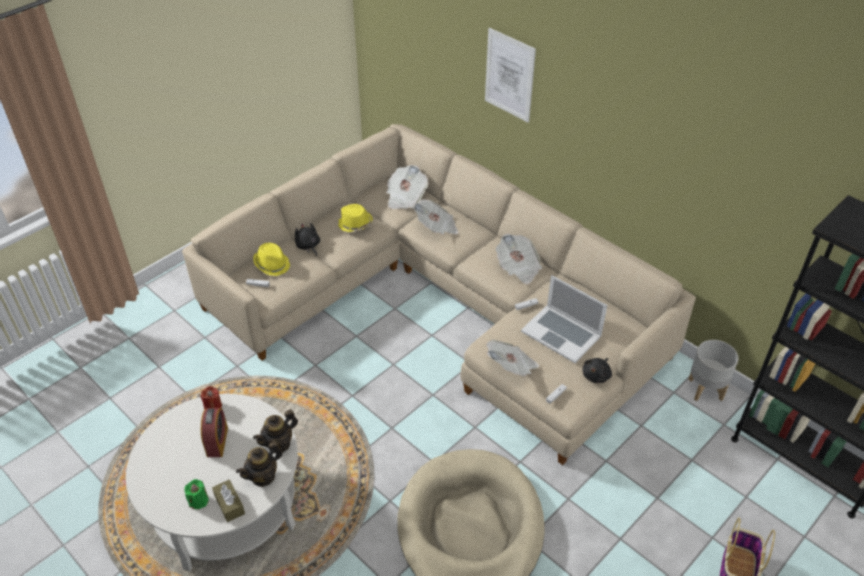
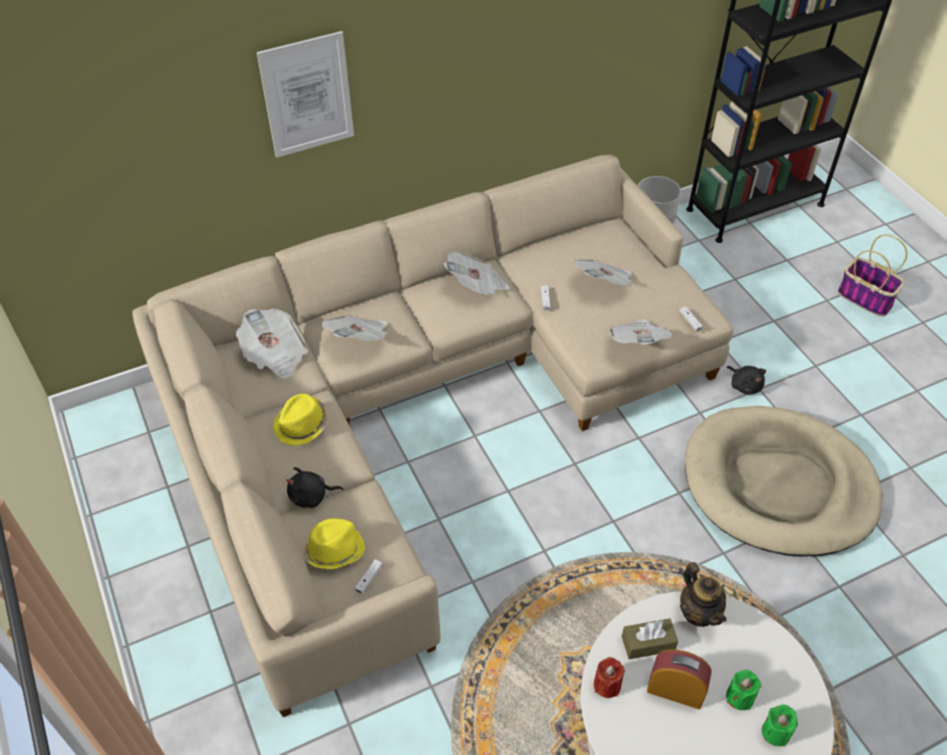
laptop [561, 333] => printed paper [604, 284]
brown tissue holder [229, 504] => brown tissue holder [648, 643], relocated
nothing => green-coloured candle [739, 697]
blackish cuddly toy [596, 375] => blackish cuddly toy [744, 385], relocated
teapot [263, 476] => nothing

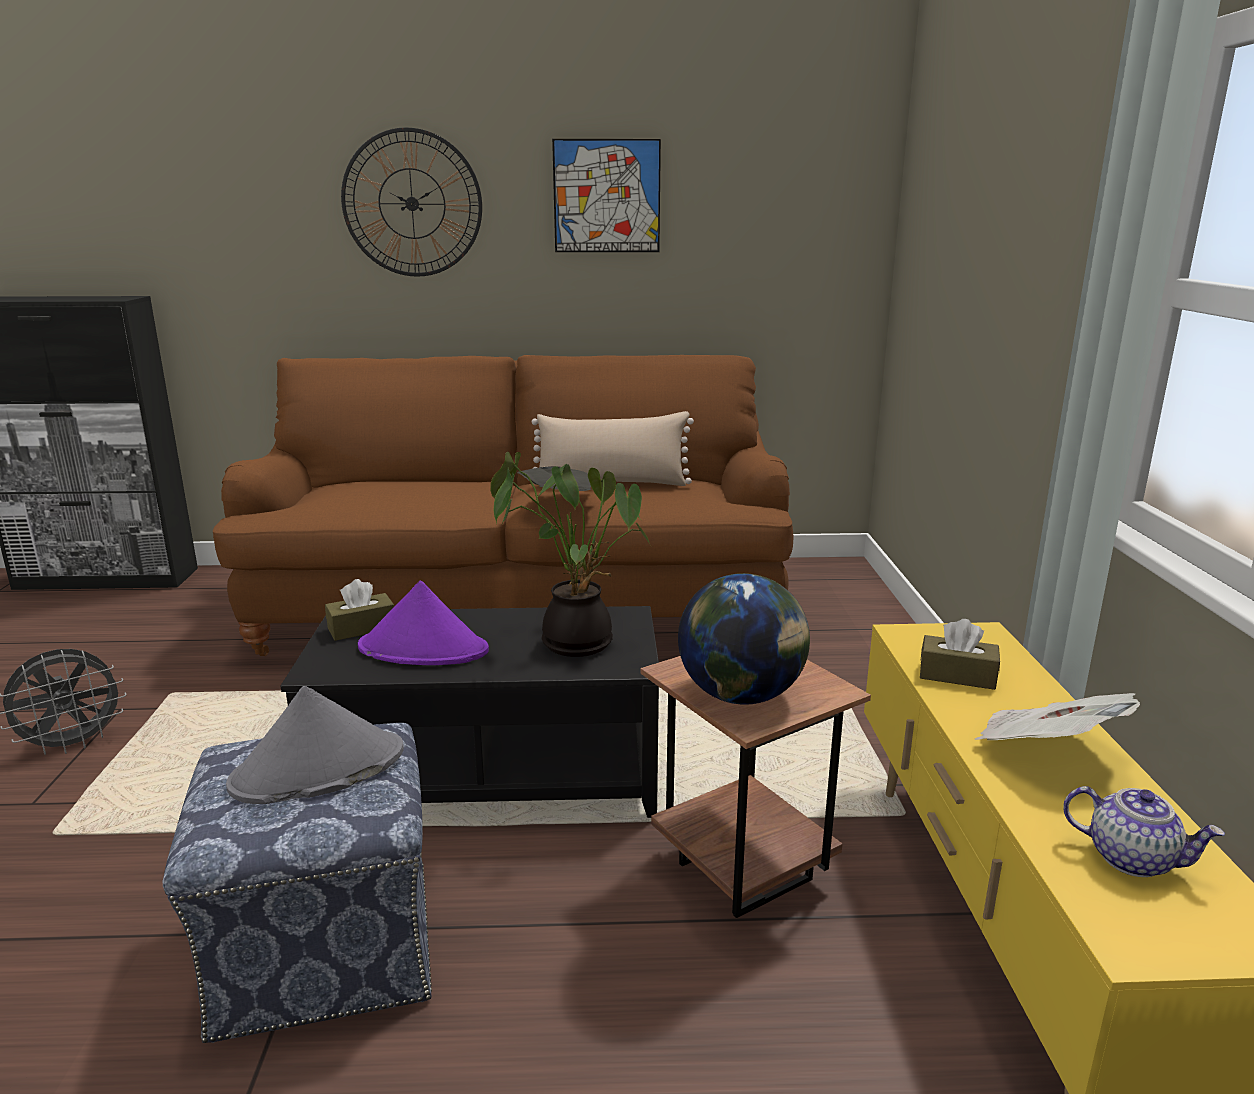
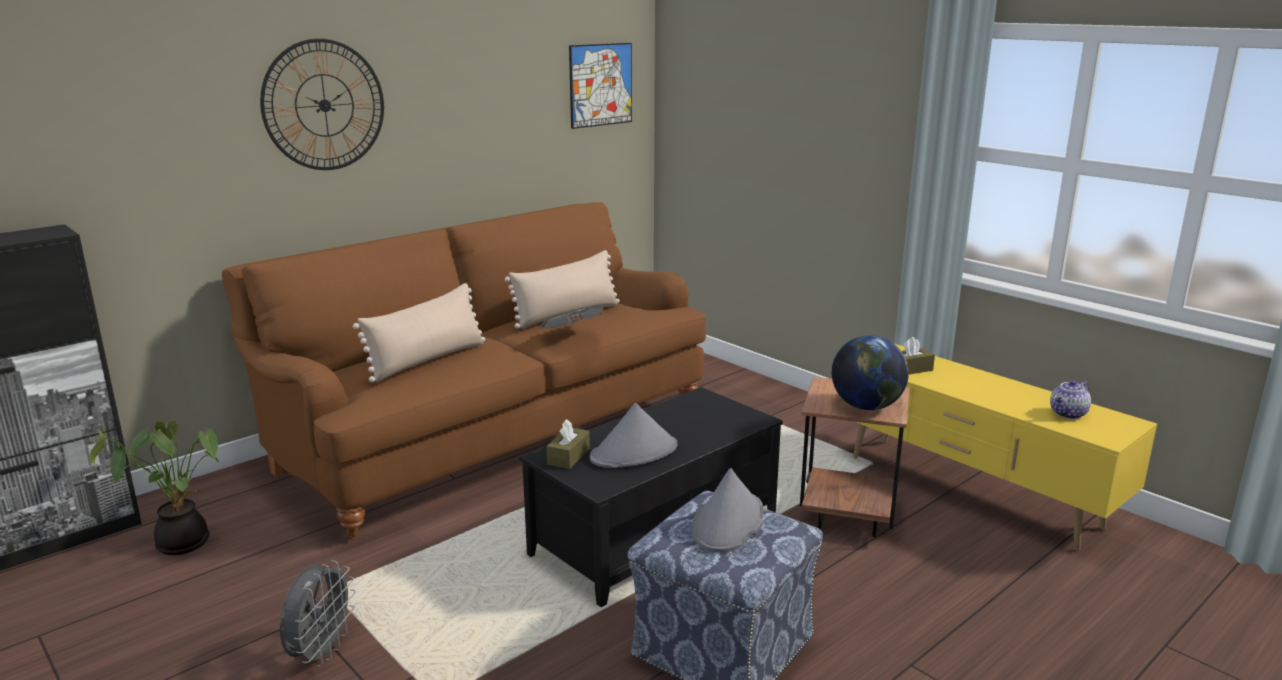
houseplant [577, 640] => houseplant [181, 541], relocated
nothing => beige pillow [427, 360]
wall picture [606, 196] => wall picture [601, 85], relocated
purple-coloured hat [424, 649] => greyish hat [634, 452]
teapot [1132, 858] => teapot [1068, 414], 150 degrees clockwise
printed paper [1045, 750] => nothing

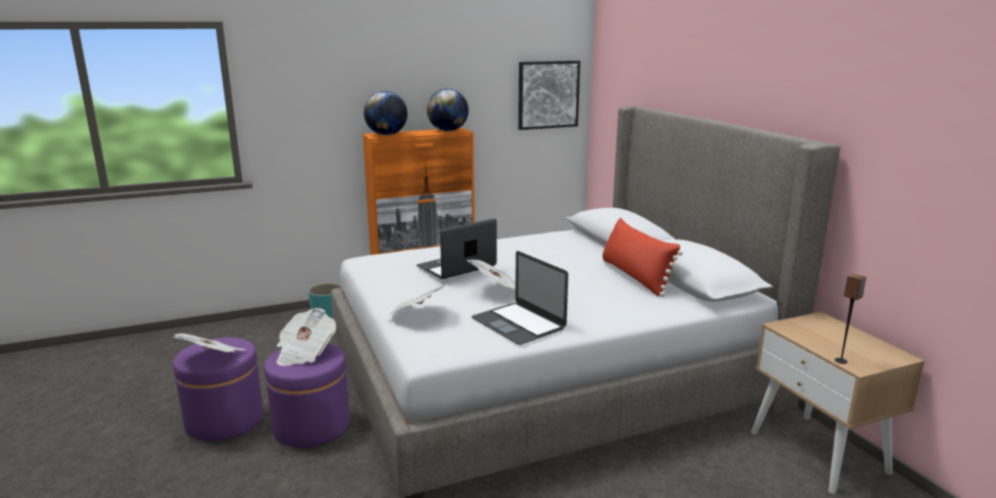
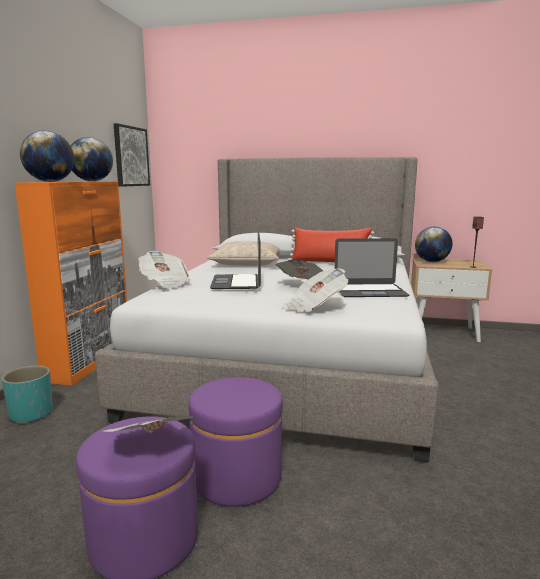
printed paper [305, 353] => printed paper [165, 283], relocated
nothing => beige pillow [246, 263]
nothing => globe [432, 261]

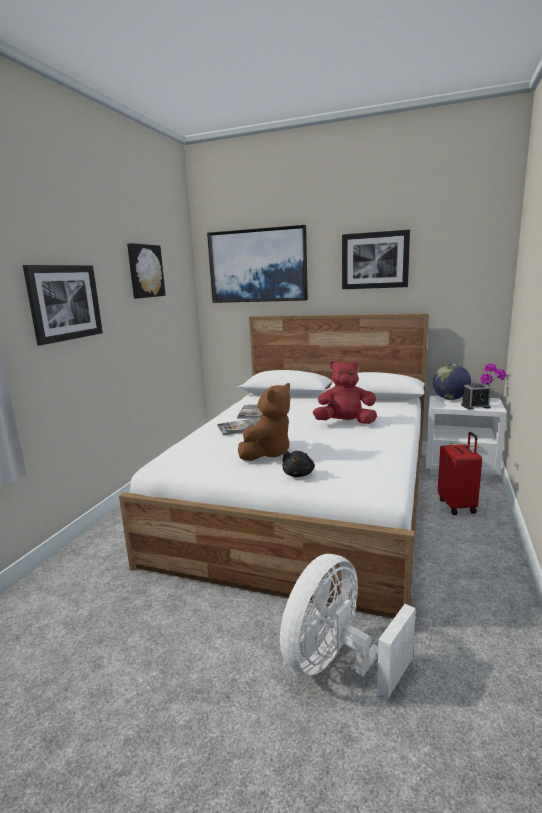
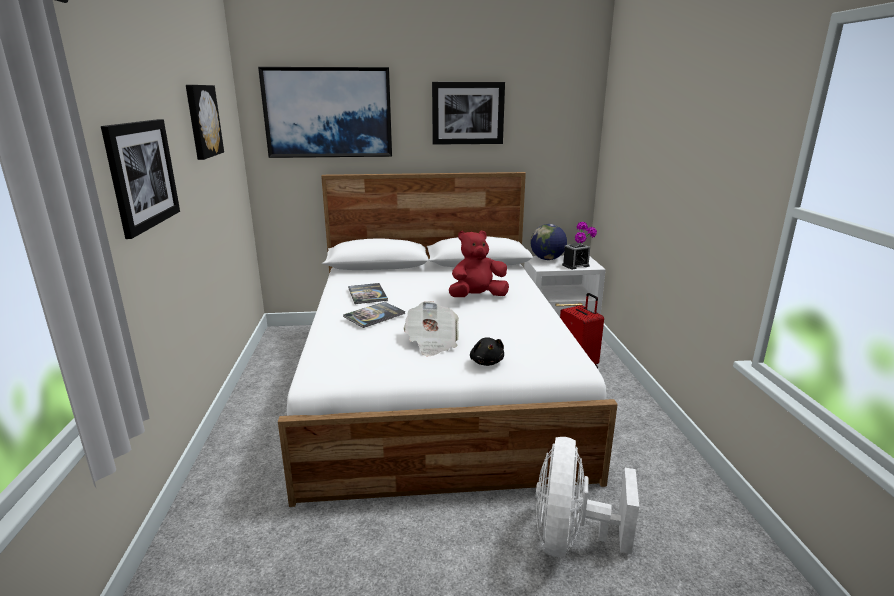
brown cuddly toy [268, 453] => printed paper [432, 343]

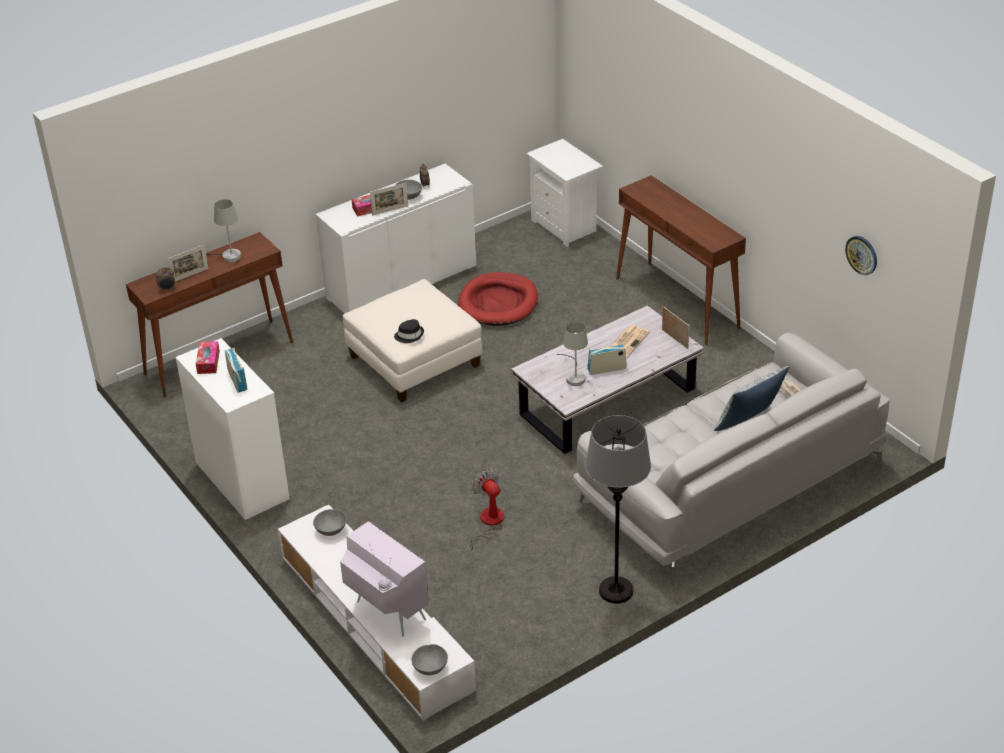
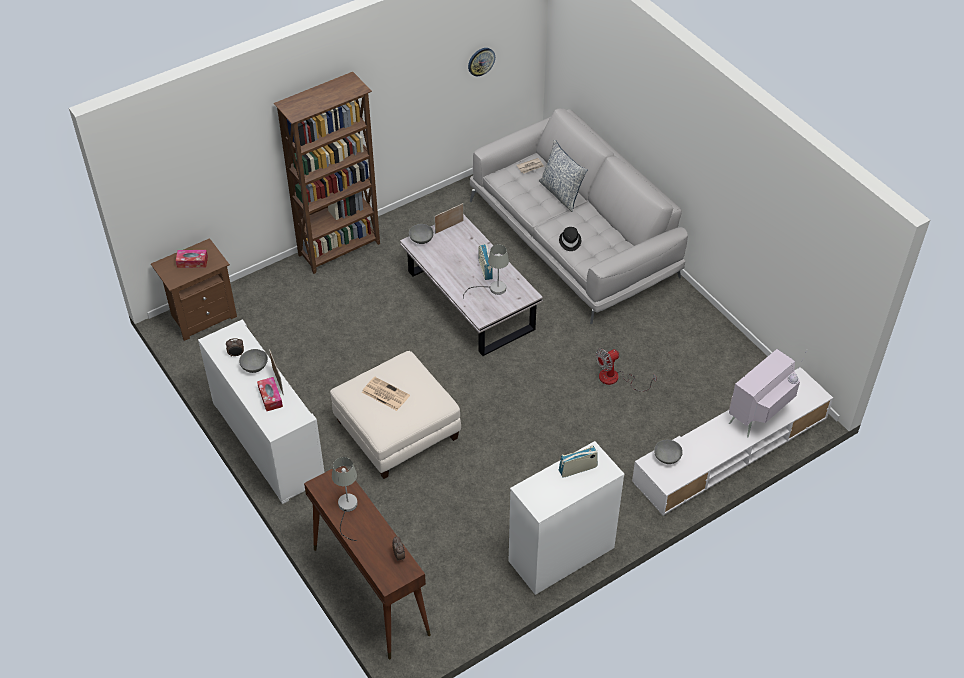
white-coloured nightstand [565, 226] => brown nightstand [202, 316]
tissue holder [208, 362] => tissue holder [192, 262], relocated
brown narrow table [677, 303] => brown shelving unit [340, 249]
printed paper [627, 341] => printed paper [385, 394], relocated
greyish deep dish [430, 668] => greyish deep dish [421, 239], relocated
blackish hat [409, 335] => blackish hat [569, 241], relocated
photo frame [190, 275] => nothing
red dog bed [498, 303] => nothing
greyish floor lamp [616, 591] => nothing

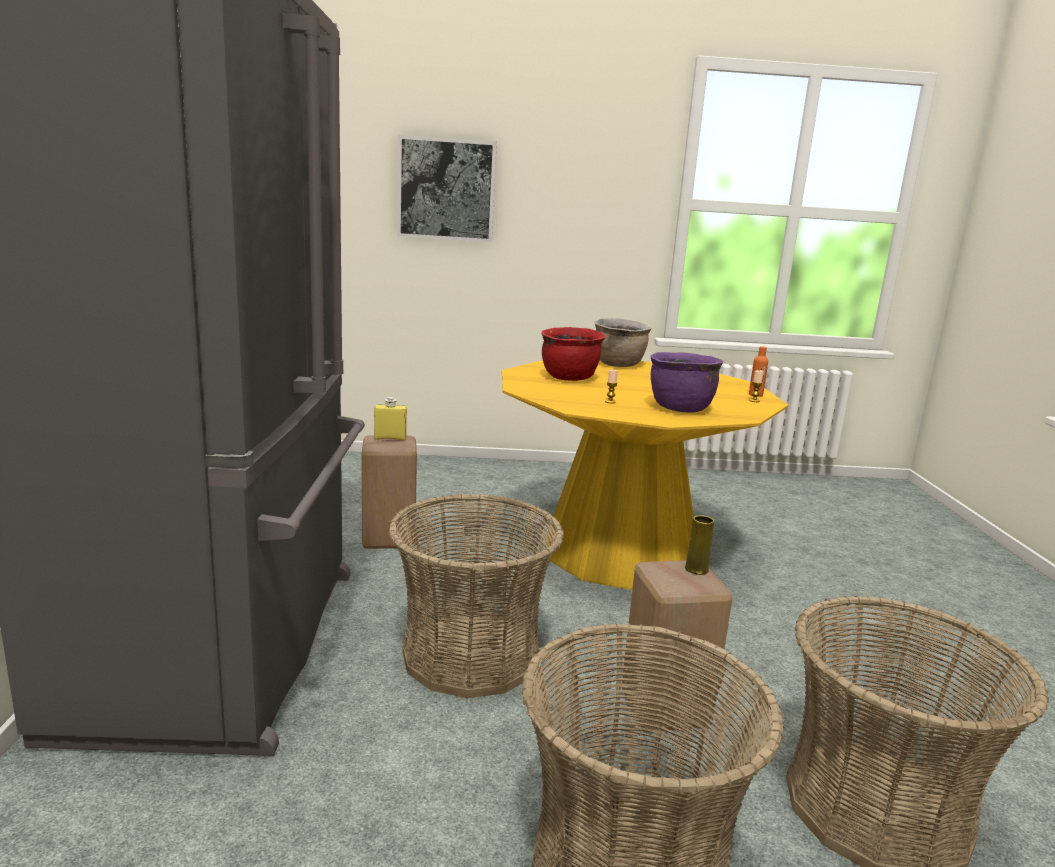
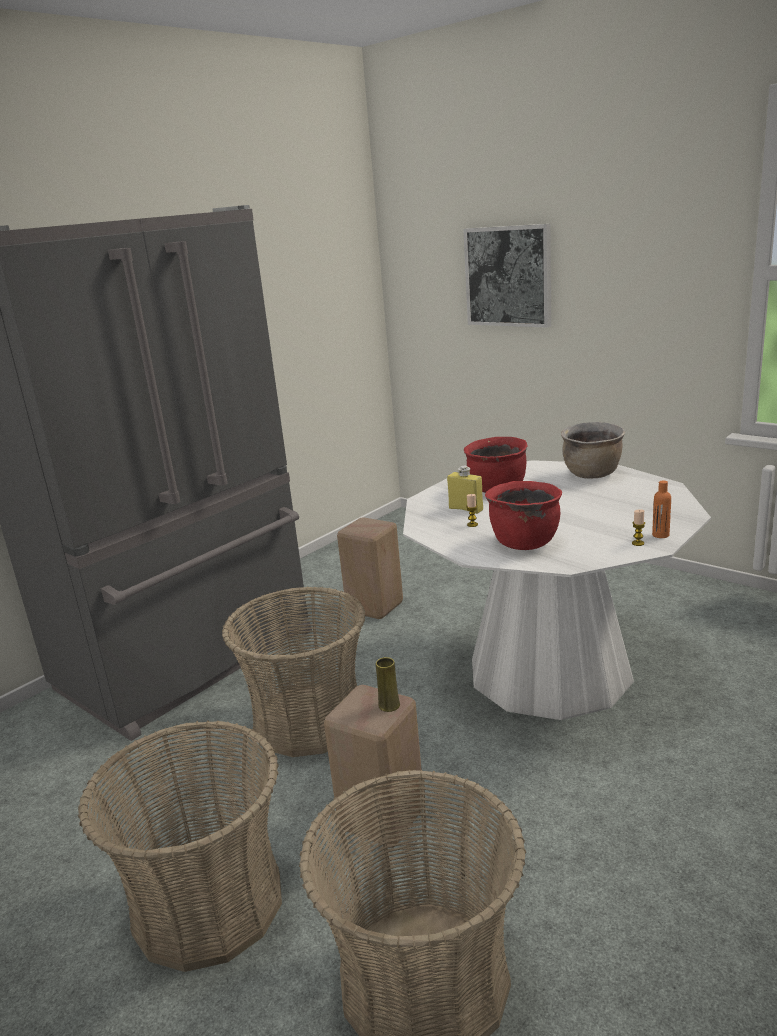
yellowish dining table [621, 552] => white-coloured dining table [550, 670]
yellowish drink bottle [390, 438] => yellowish drink bottle [466, 509], relocated
purple-coloured saucepot [679, 408] => red saucepot [524, 542]

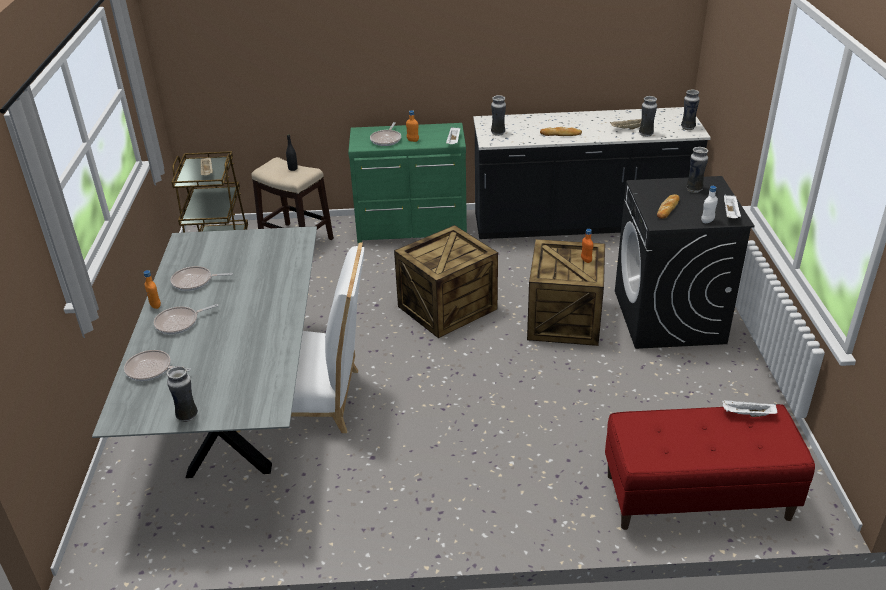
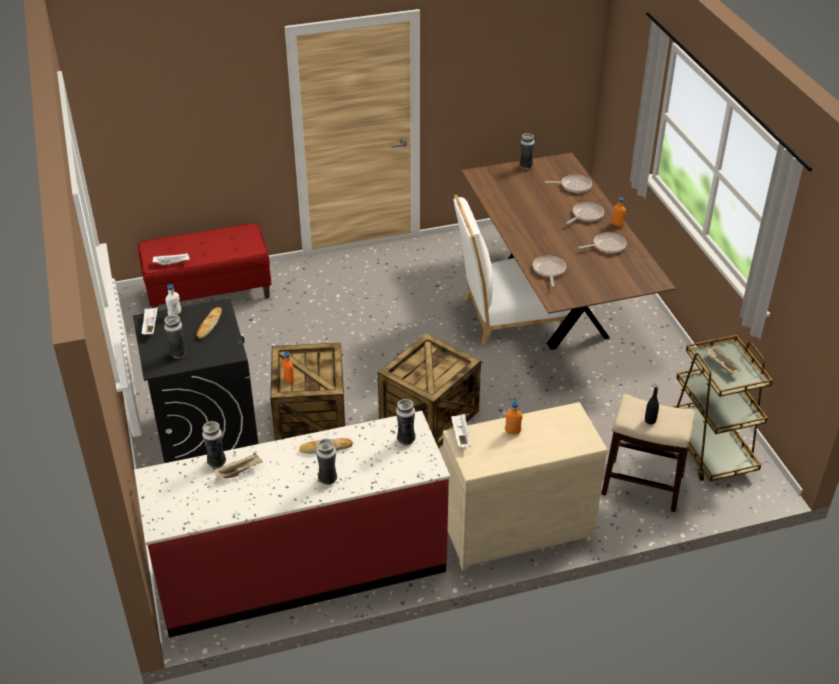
blackish counter [581, 224] => red counter [301, 569]
decorative vase [687, 127] => decorative vase [328, 480], relocated
green-coloured chest of drawers [412, 228] => beige chest of drawers [514, 527]
greyish dining table [241, 410] => brown dining table [554, 302]
skillet [386, 139] => skillet [549, 270], relocated

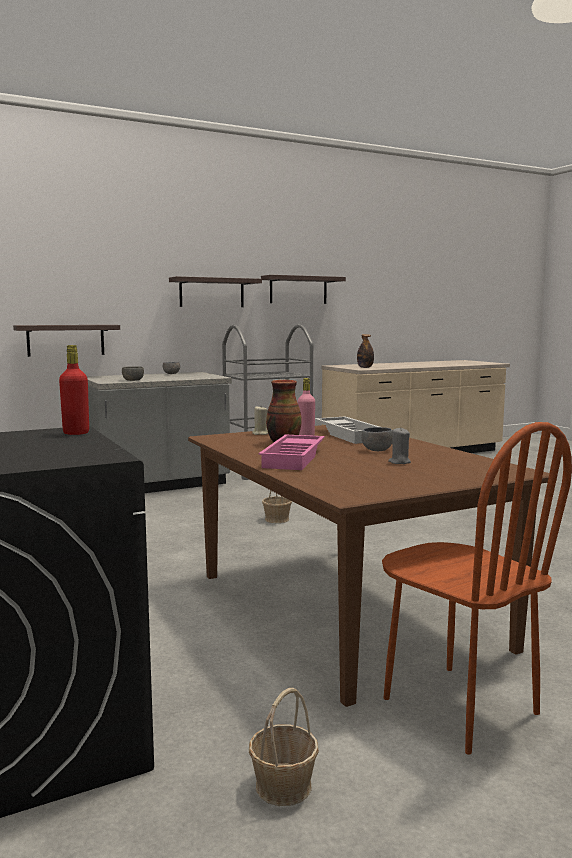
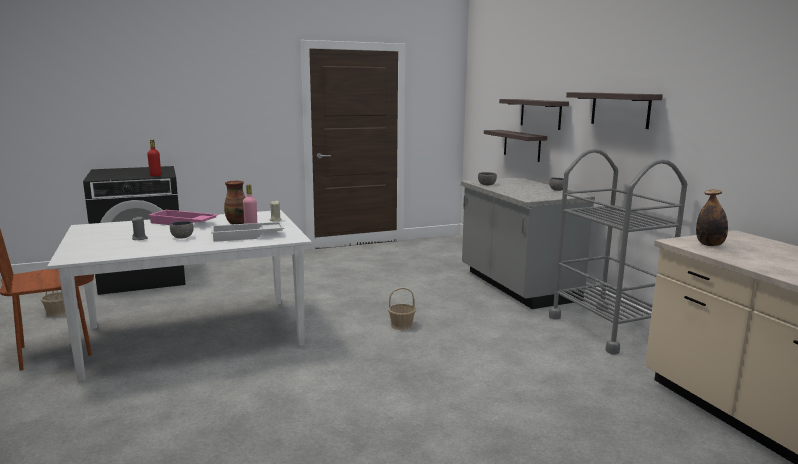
brown dining table [343, 609] => white-coloured dining table [195, 335]
bracket shelf [298, 290] => bracket shelf [540, 113], relocated

